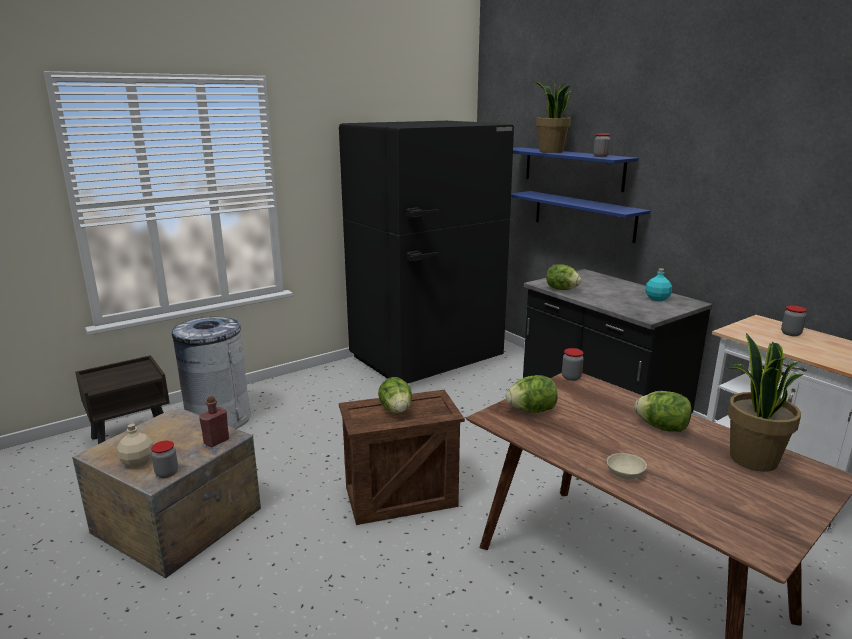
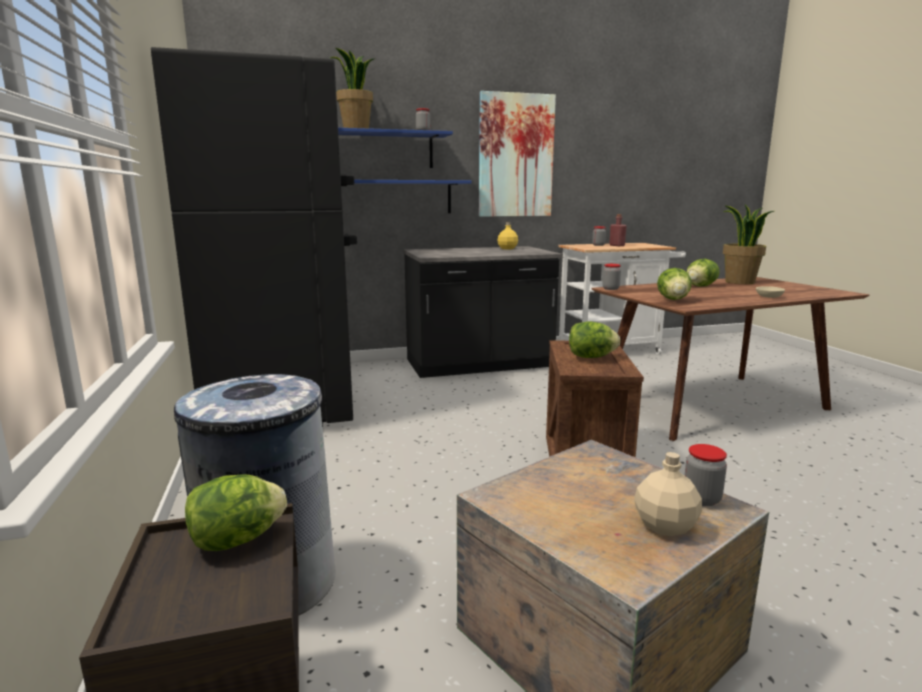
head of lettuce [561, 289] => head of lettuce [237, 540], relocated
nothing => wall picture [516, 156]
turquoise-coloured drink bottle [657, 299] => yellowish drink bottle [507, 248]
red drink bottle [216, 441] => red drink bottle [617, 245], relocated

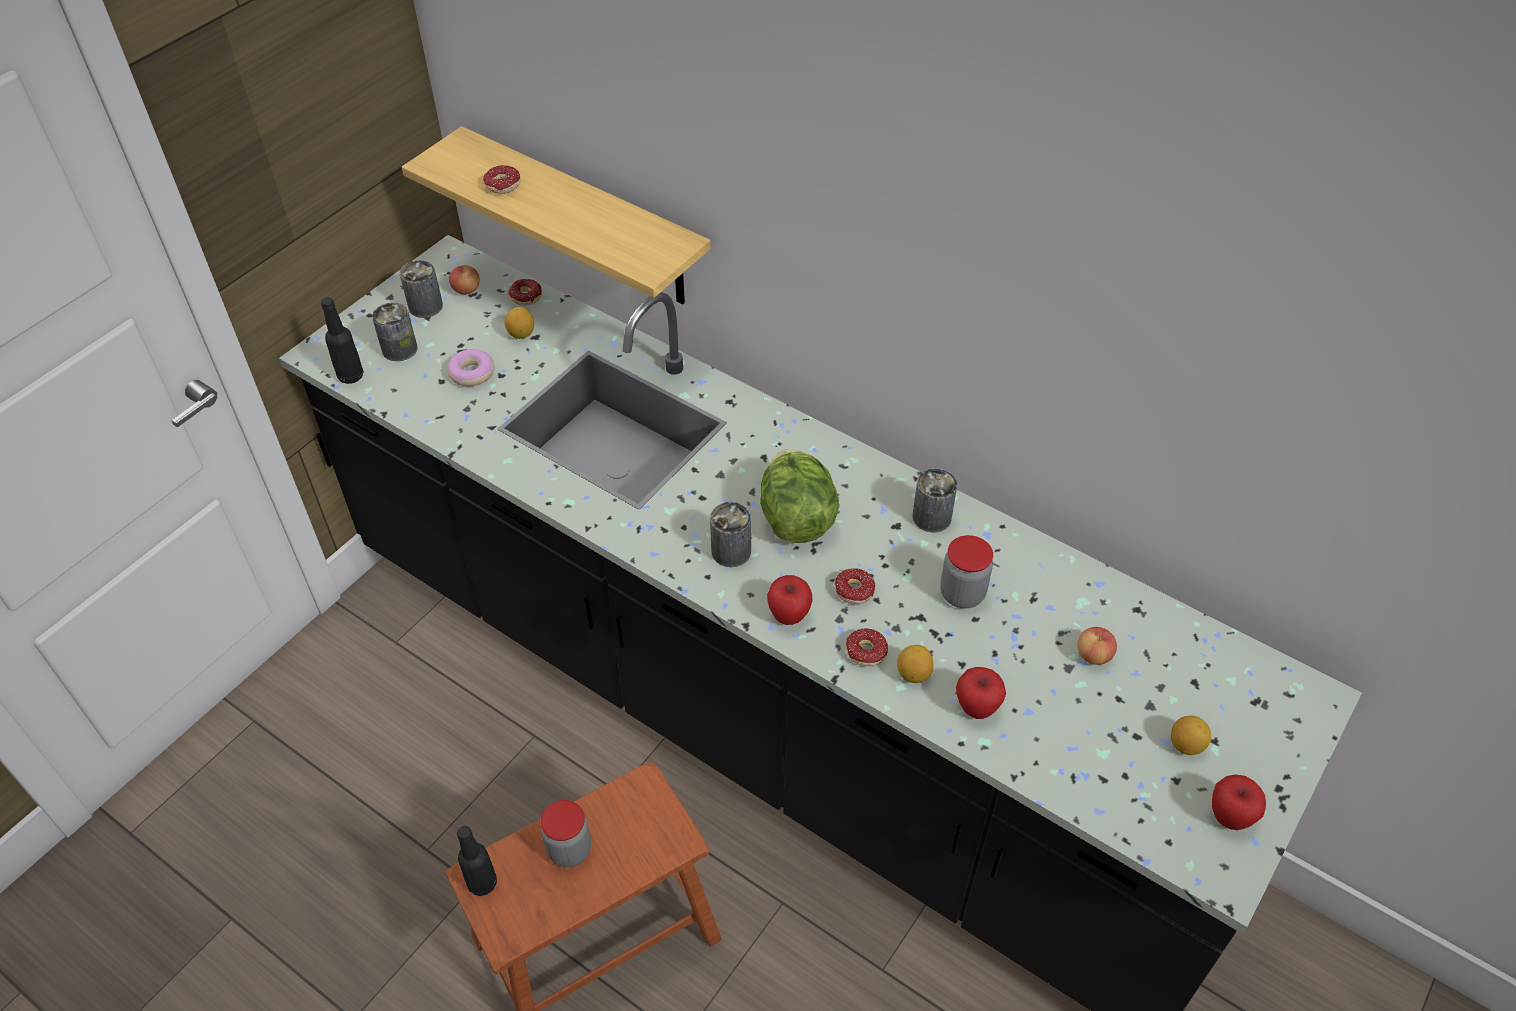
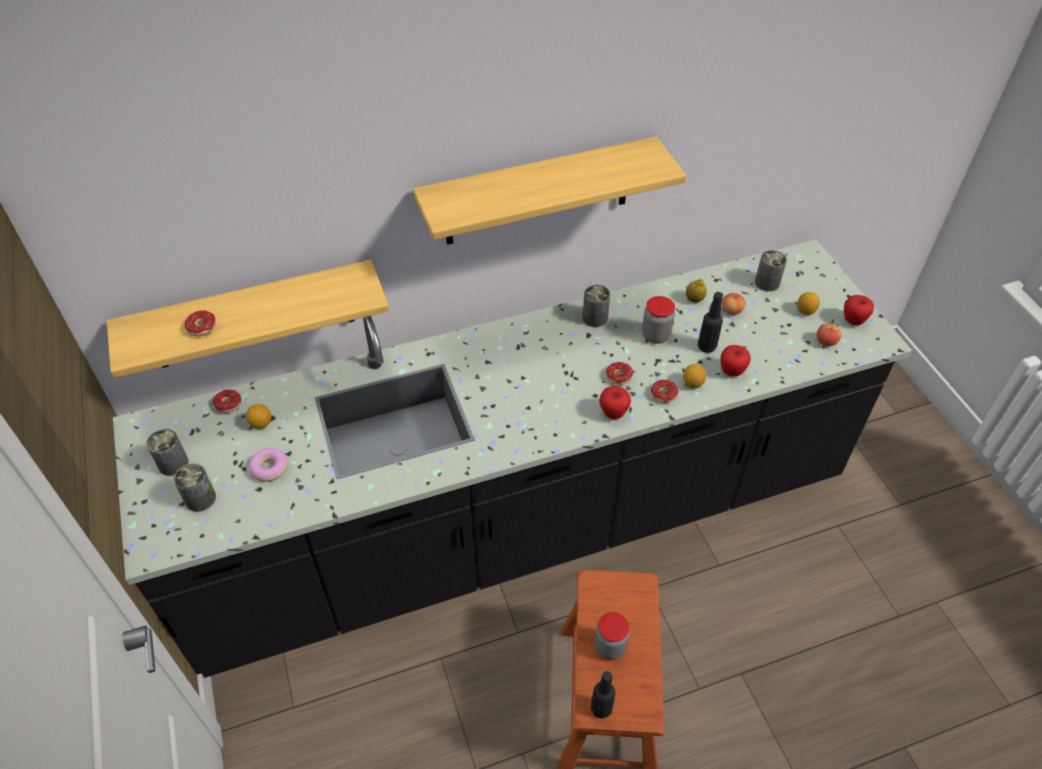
nothing => bracket shelf [537, 192]
nothing => whole lemon [694, 299]
blackish drink bottle [350, 376] => blackish drink bottle [706, 347], relocated
can [731, 551] => can [767, 283], relocated
apple fruit [466, 290] => apple fruit [826, 342], relocated
head of lettuce [796, 518] => nothing

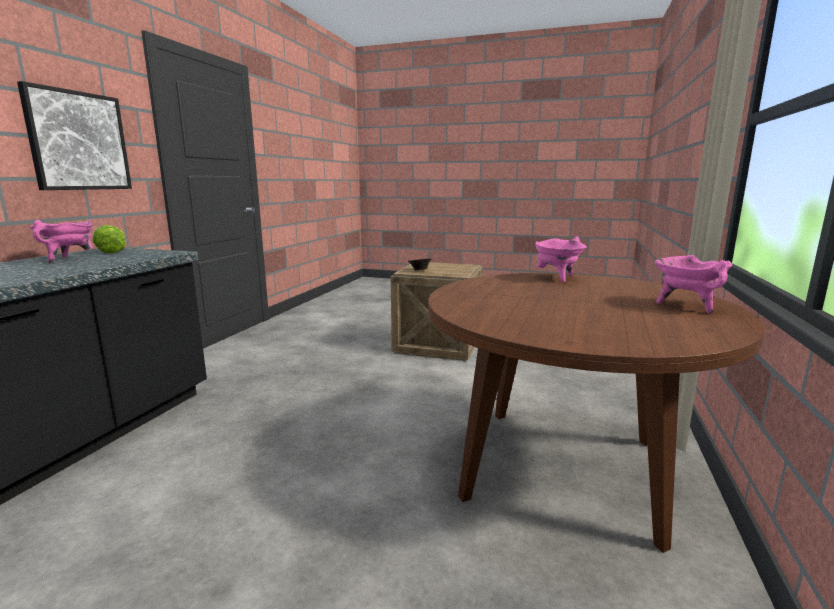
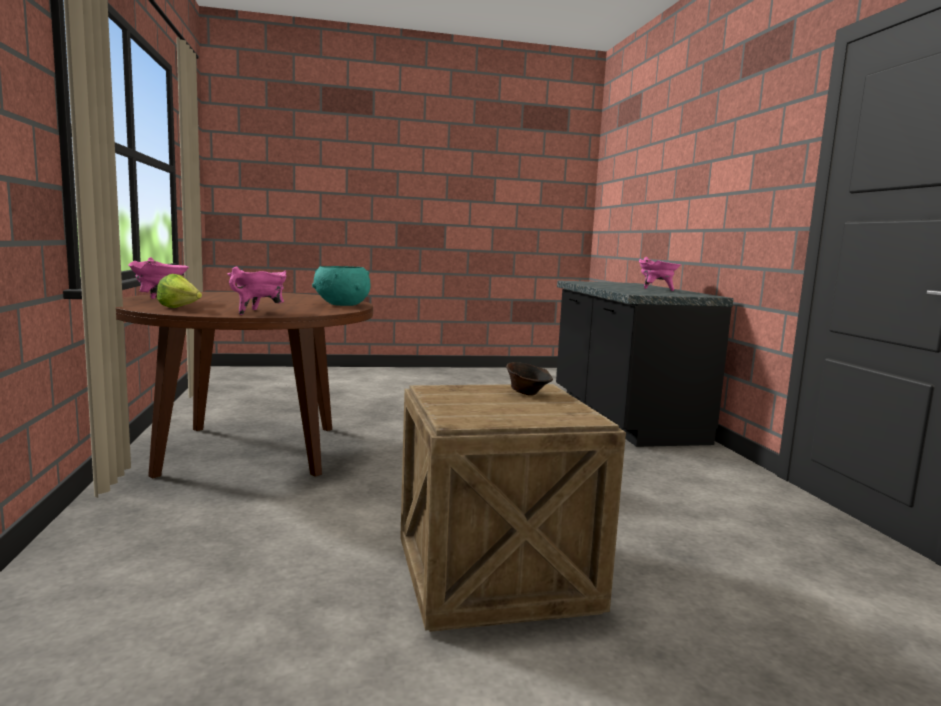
head of lettuce [113, 251] => head of lettuce [180, 309], relocated
nothing => turquoise-coloured deep dish [342, 305]
wall picture [78, 141] => nothing

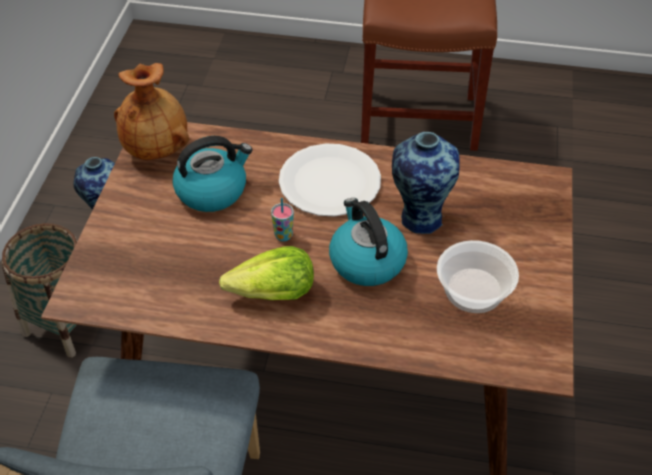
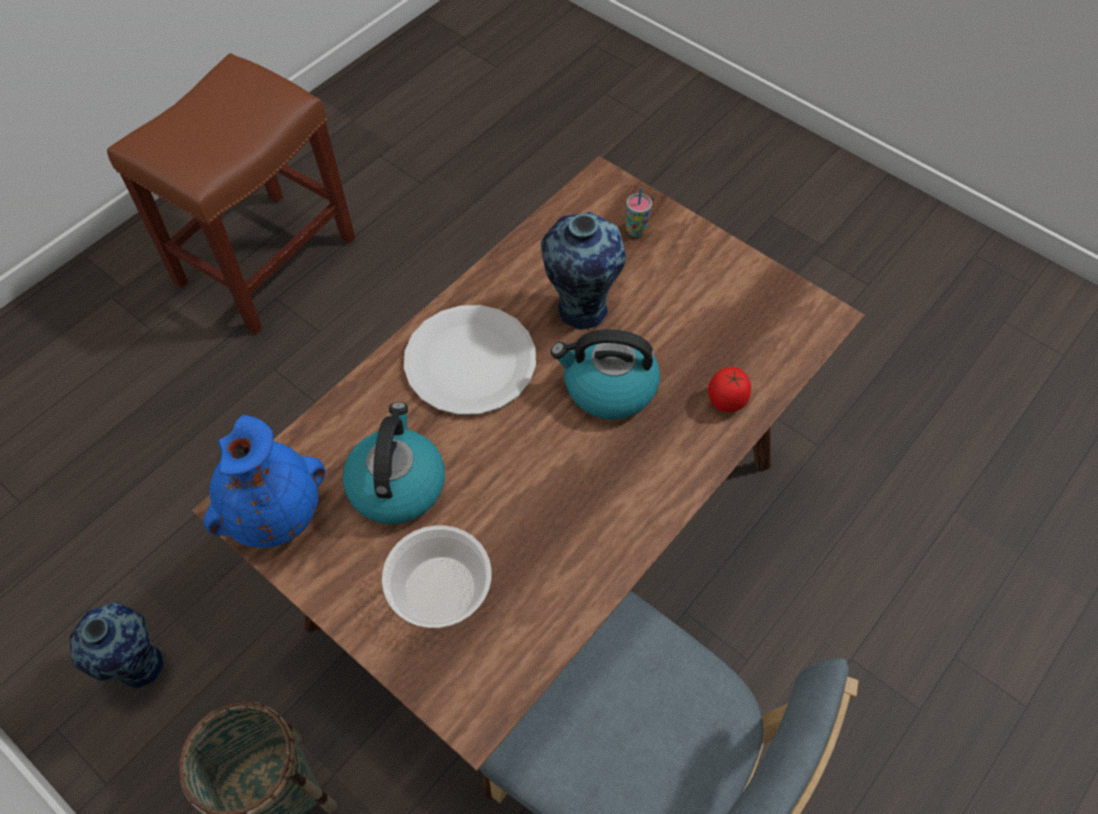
brown decorative vase [157, 148] => blue-coloured decorative vase [274, 513]
deep dish [474, 289] => deep dish [439, 589], relocated
cup [283, 235] => cup [636, 230], relocated
nothing => tomato [726, 401]
head of lettuce [273, 293] => nothing

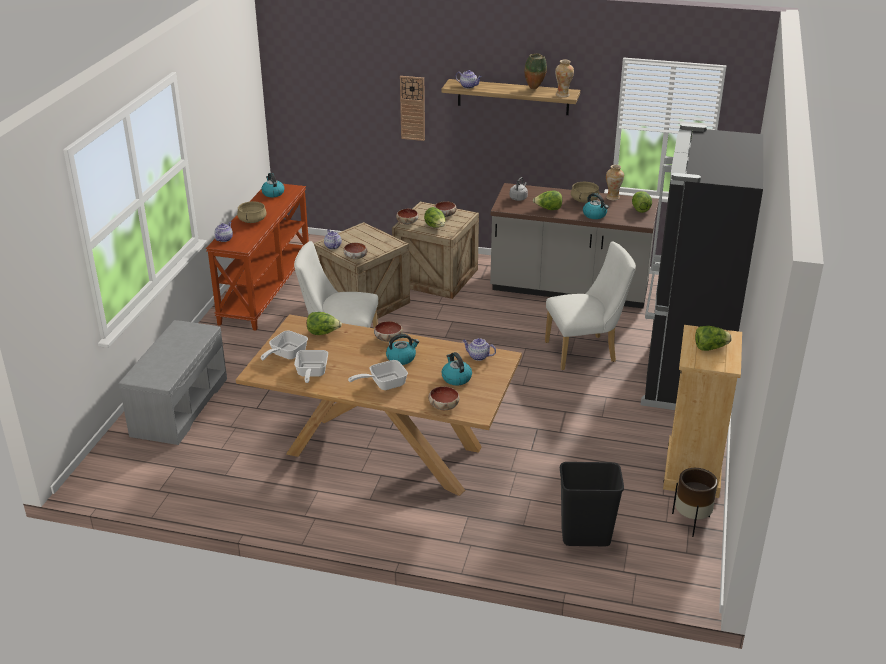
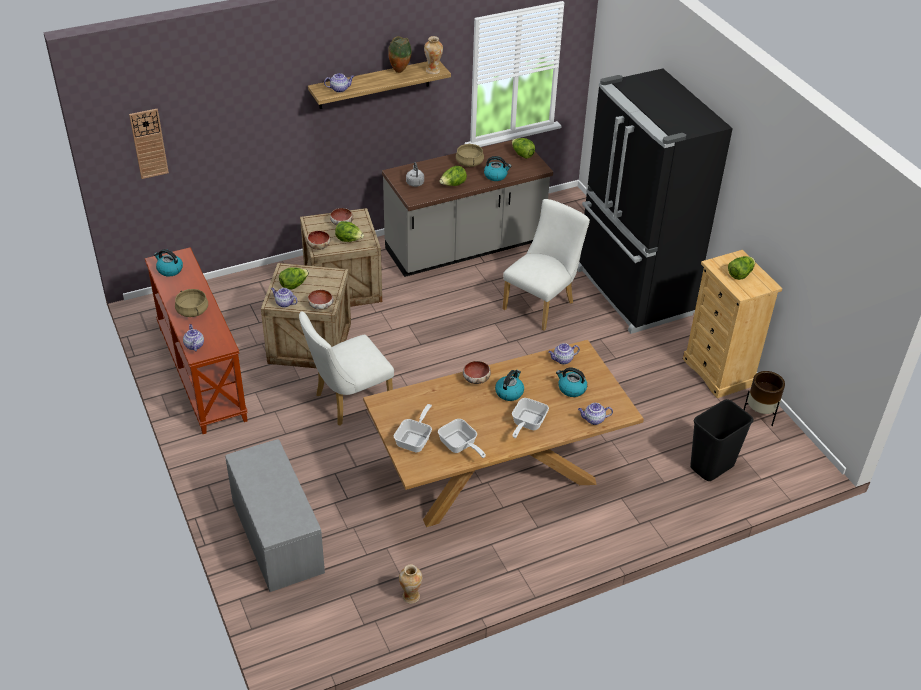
clock on the wall [412, 108] => clock on the wall [149, 143], relocated
head of lettuce [323, 333] => head of lettuce [294, 285], relocated
skillet [286, 355] => skillet [415, 439], 150 degrees counterclockwise
decorative vase [612, 197] => decorative vase [410, 596], relocated
deep dish [443, 406] => teapot [593, 420]

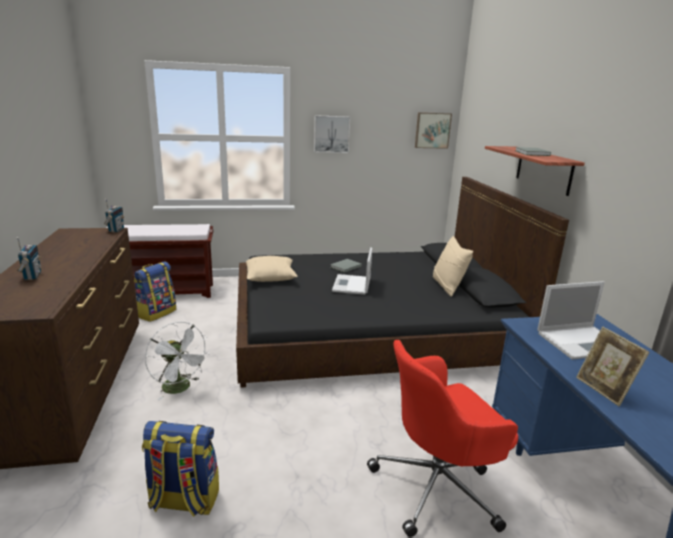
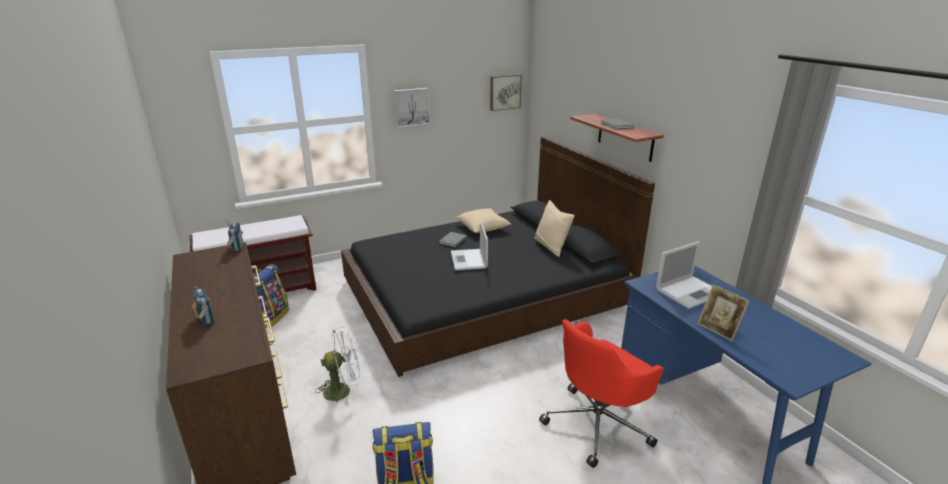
white-coloured cooling fan [180, 388] => white-coloured cooling fan [343, 390], 45 degrees counterclockwise
beige pillow [271, 277] => beige pillow [483, 227], relocated

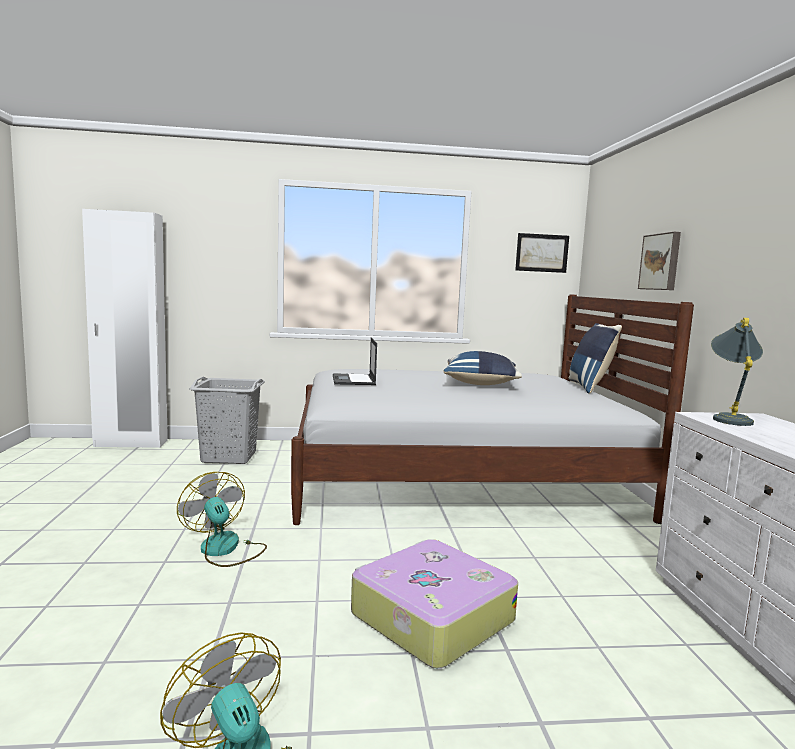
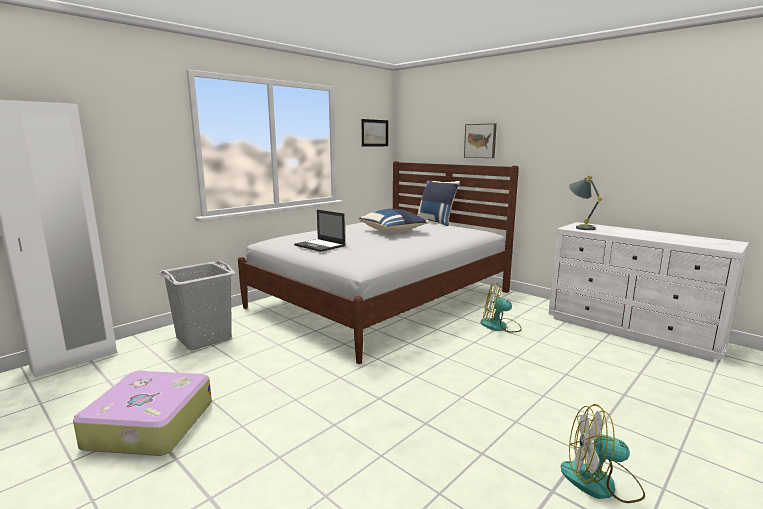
piece of luggage [430, 617] => piece of luggage [148, 425], relocated
cooling fan [224, 550] => cooling fan [500, 326], relocated

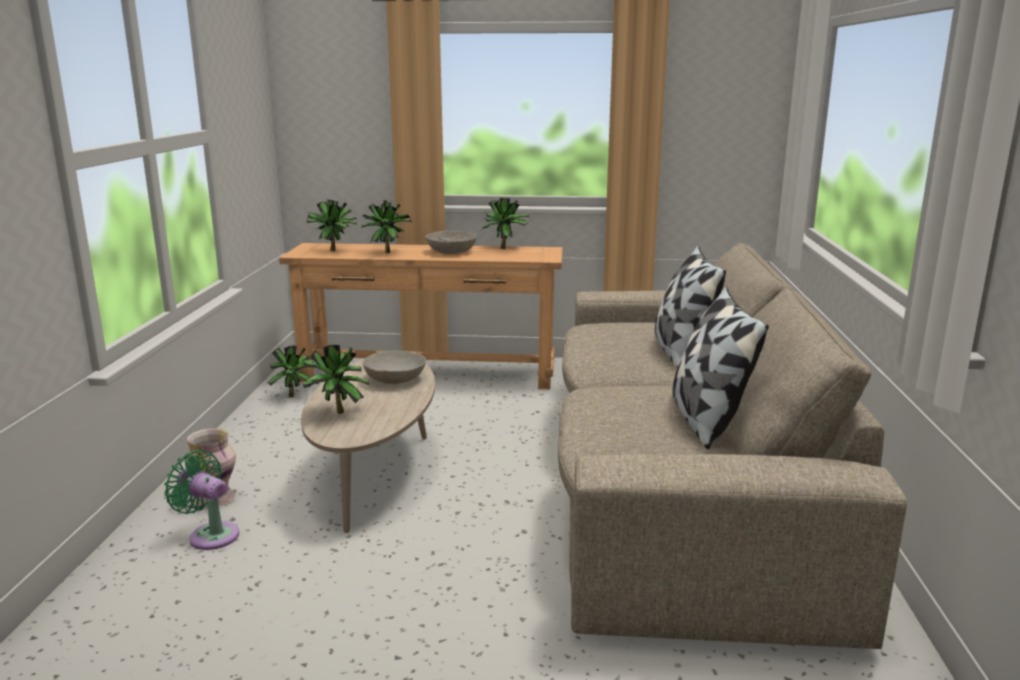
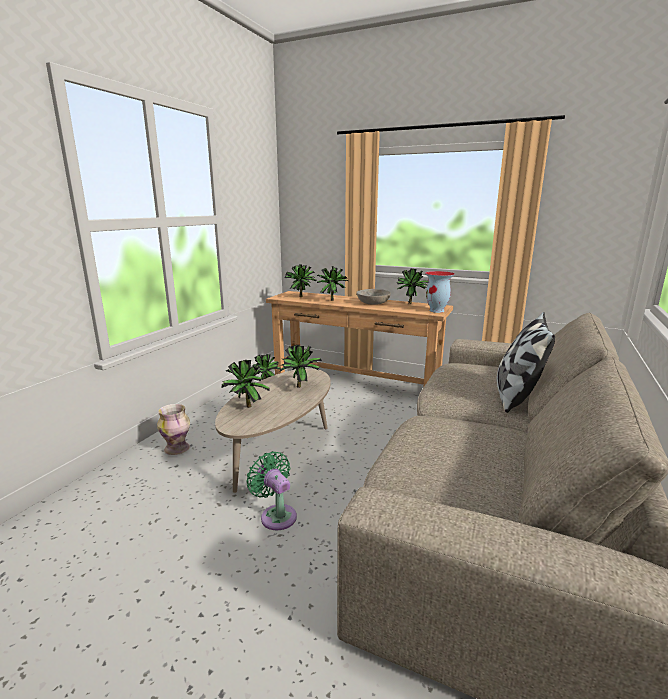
green-coloured cooling fan [210, 535] => green-coloured cooling fan [276, 515], relocated
greyish deep dish [395, 379] => houseplant [302, 387]
nothing => decorative vase [437, 311]
pillow [706, 420] => nothing

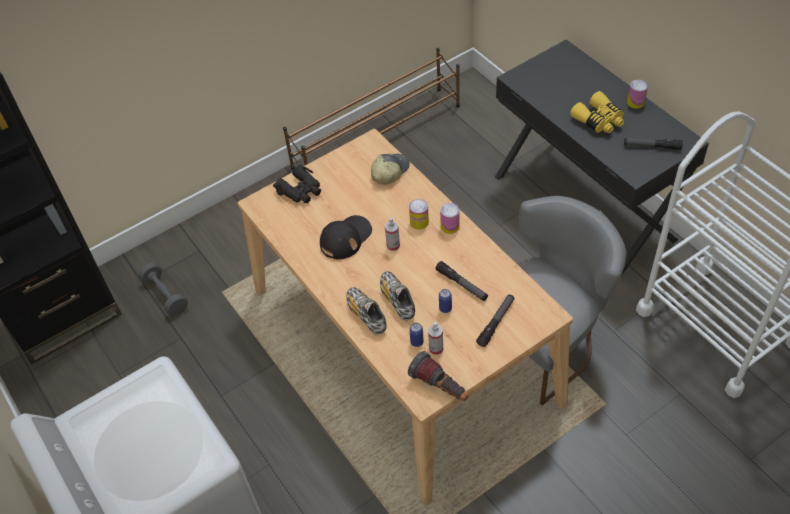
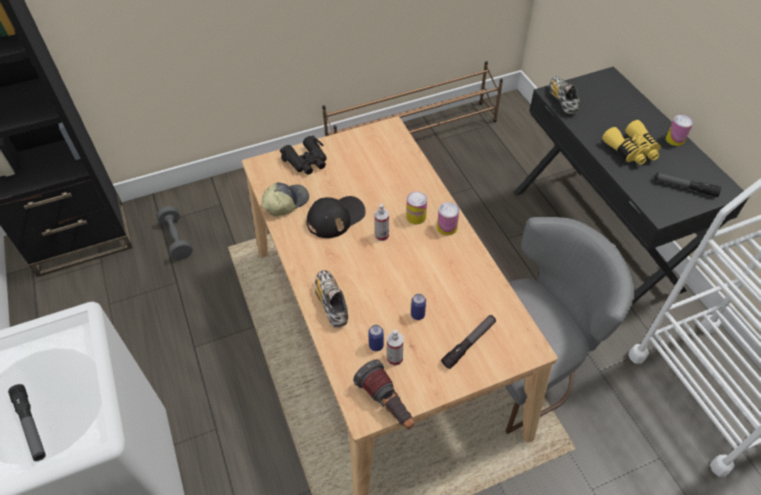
flashlight [461, 284] => flashlight [31, 425], relocated
cap [389, 171] => cap [285, 202], relocated
low shoe [397, 300] => low shoe [562, 100], relocated

